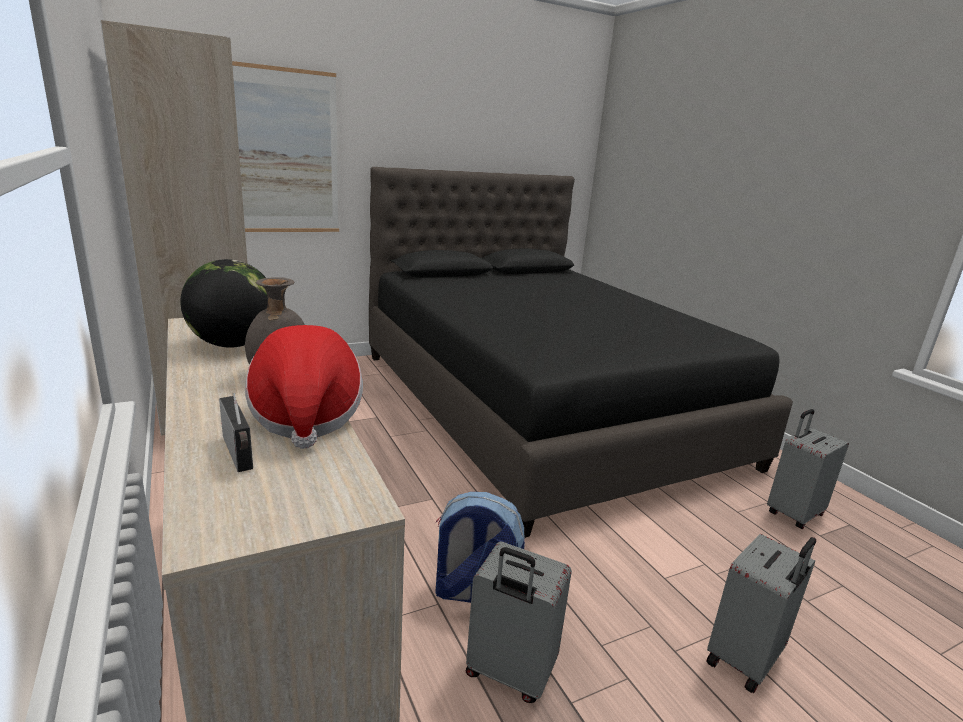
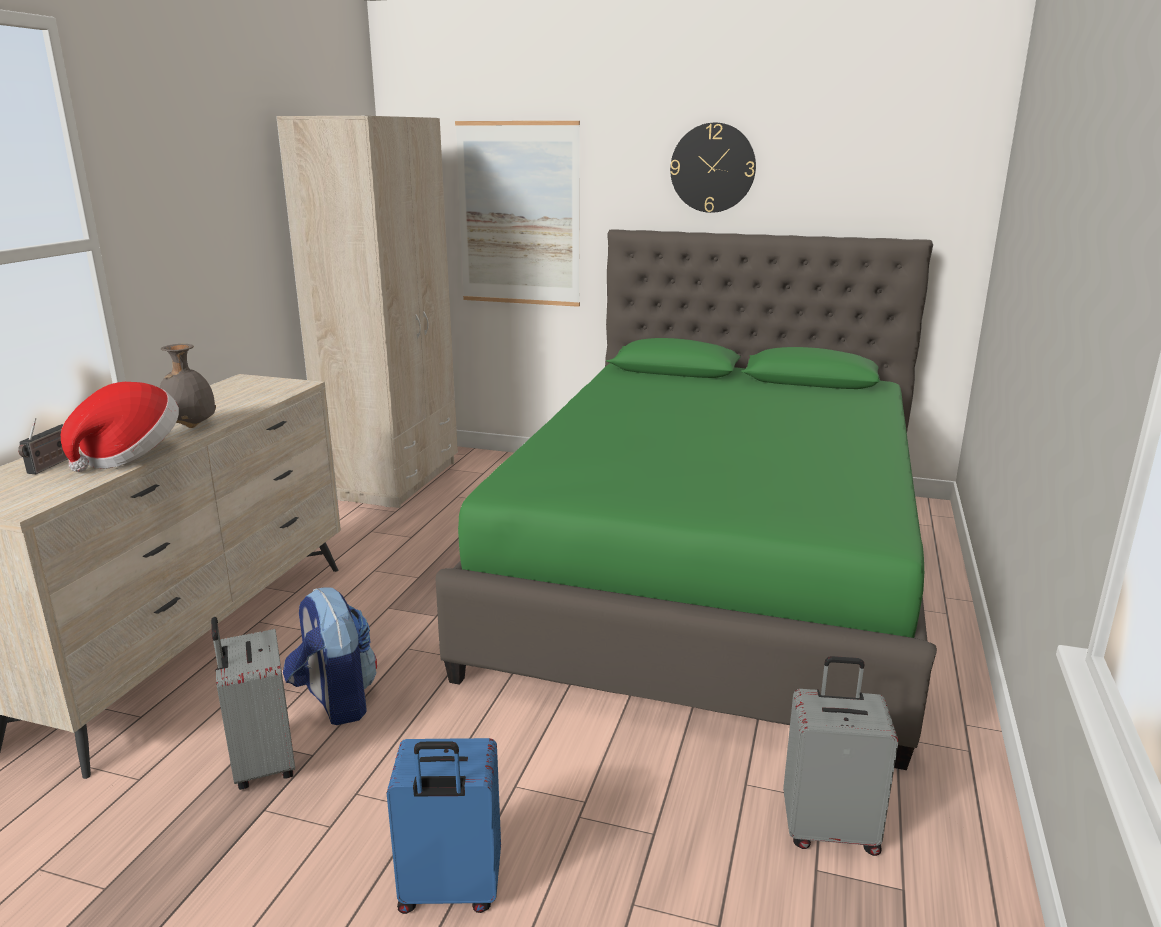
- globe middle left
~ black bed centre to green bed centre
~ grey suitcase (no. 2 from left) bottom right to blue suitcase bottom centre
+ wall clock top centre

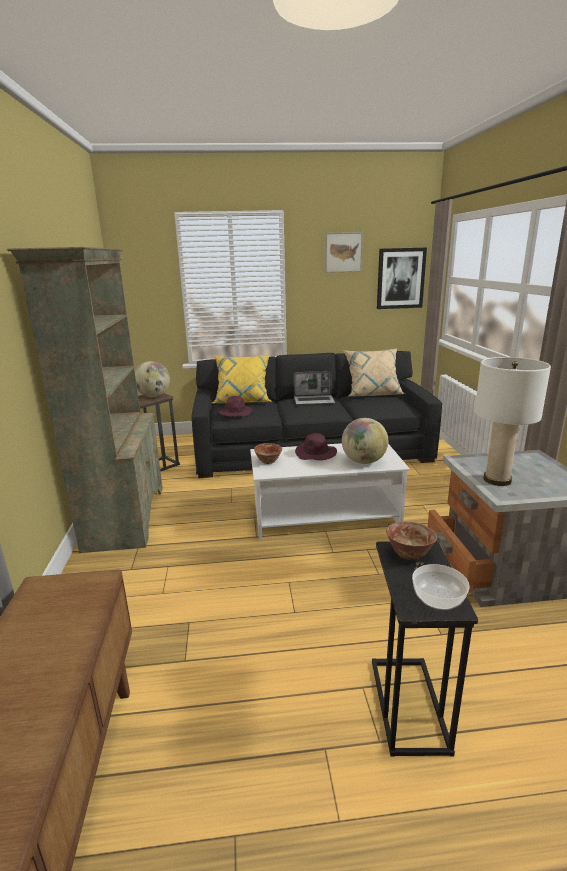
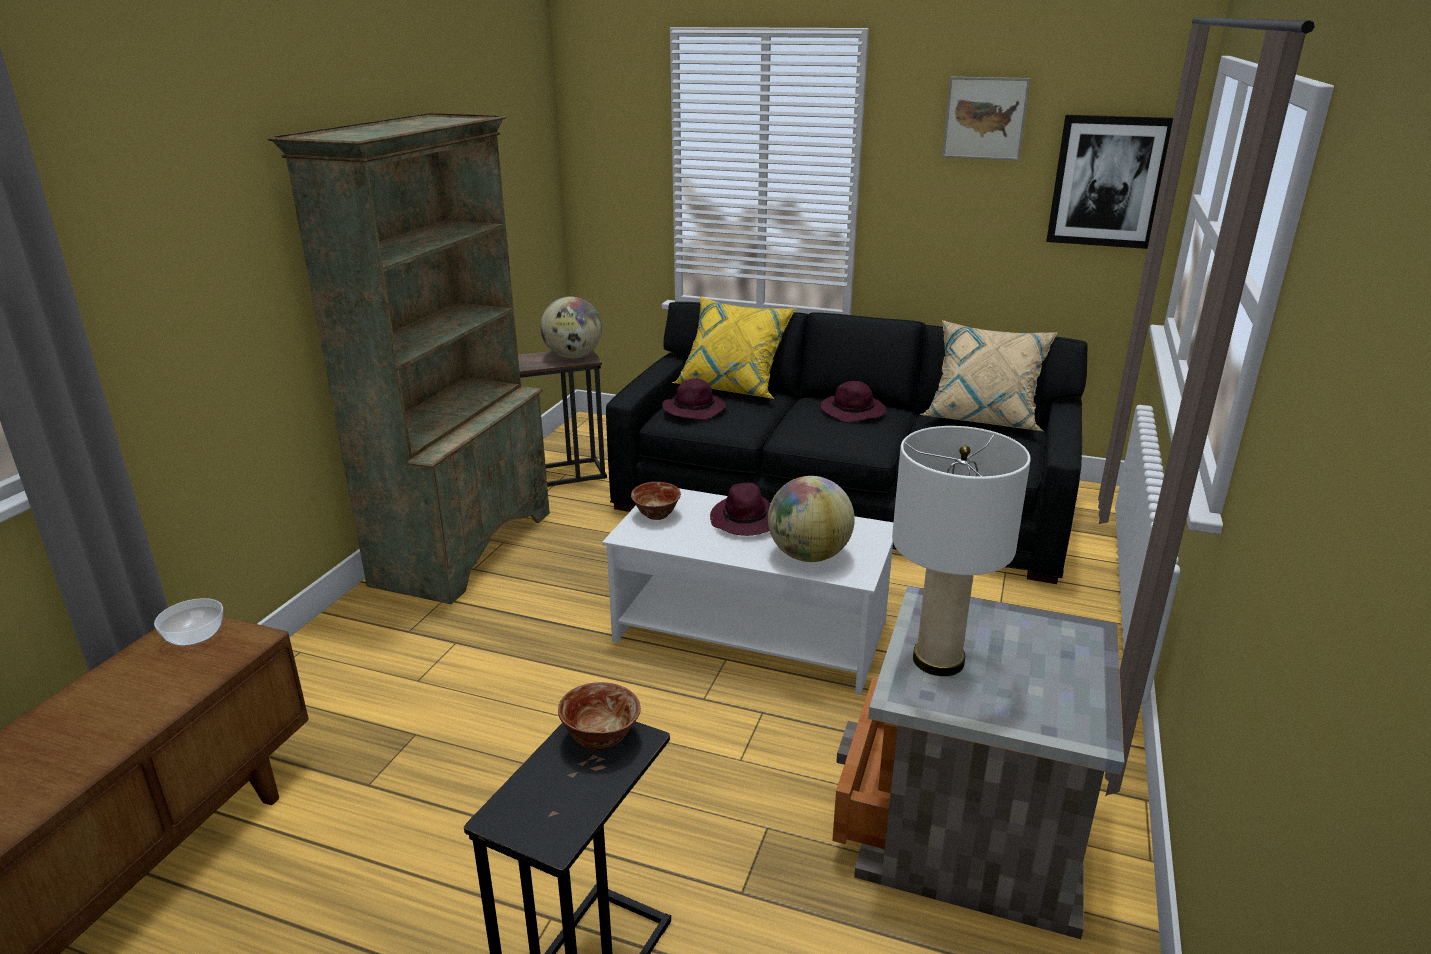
~ laptop centre to purple hat (no. 3 from left) centre
~ bowl (no. 3 from left in the first image) bottom right to bowl (no. 1 from left) middle left

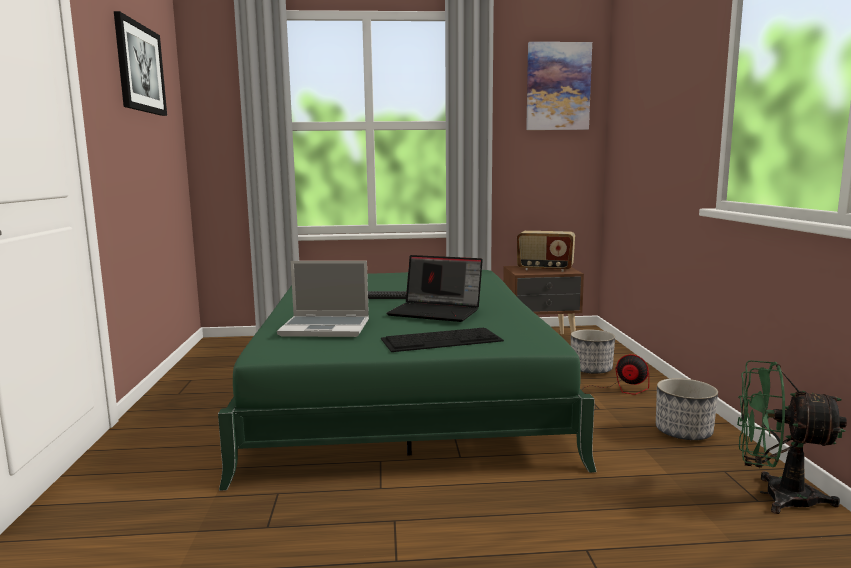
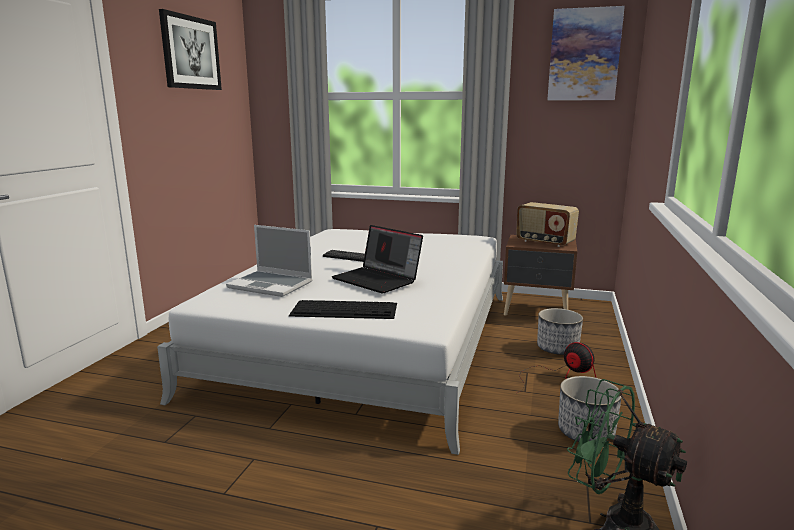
~ green bed bottom centre to white bed centre

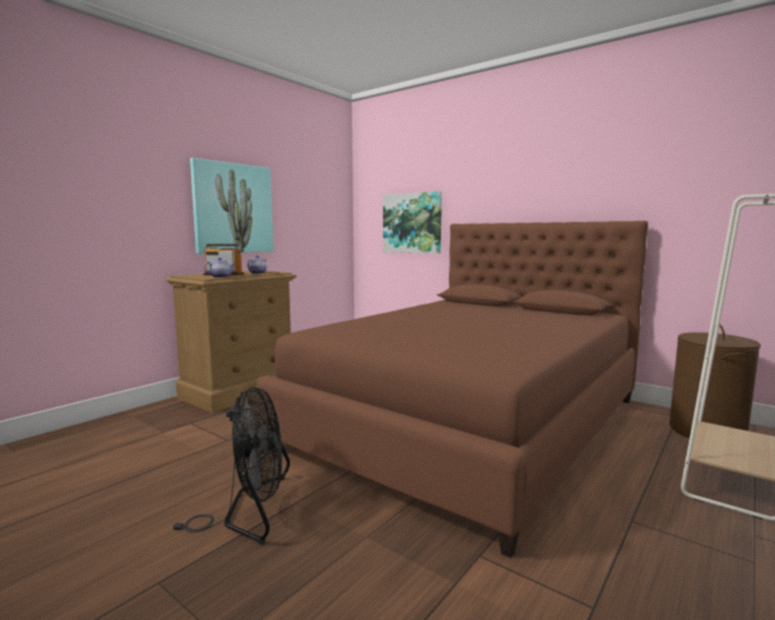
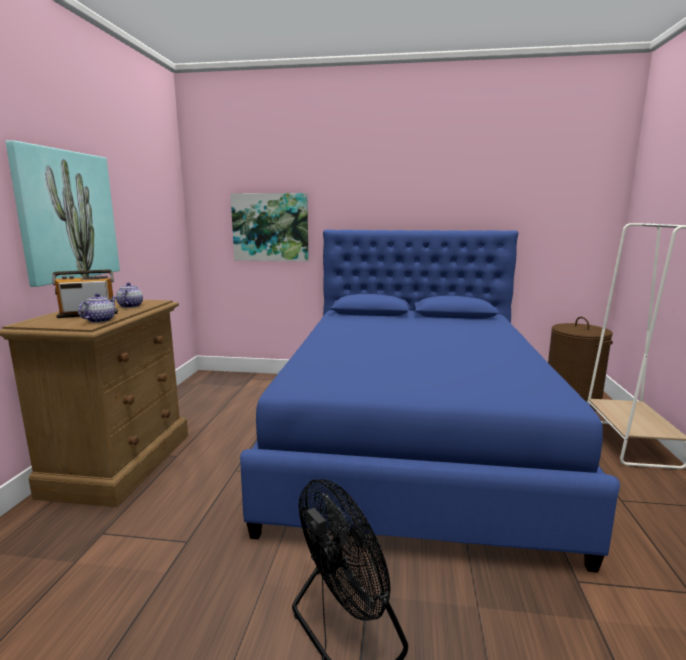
~ brown bed centre to blue bed centre

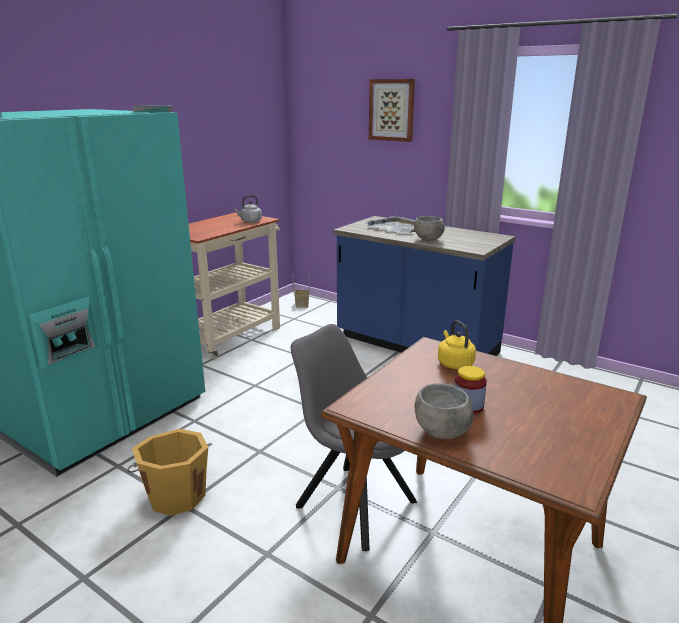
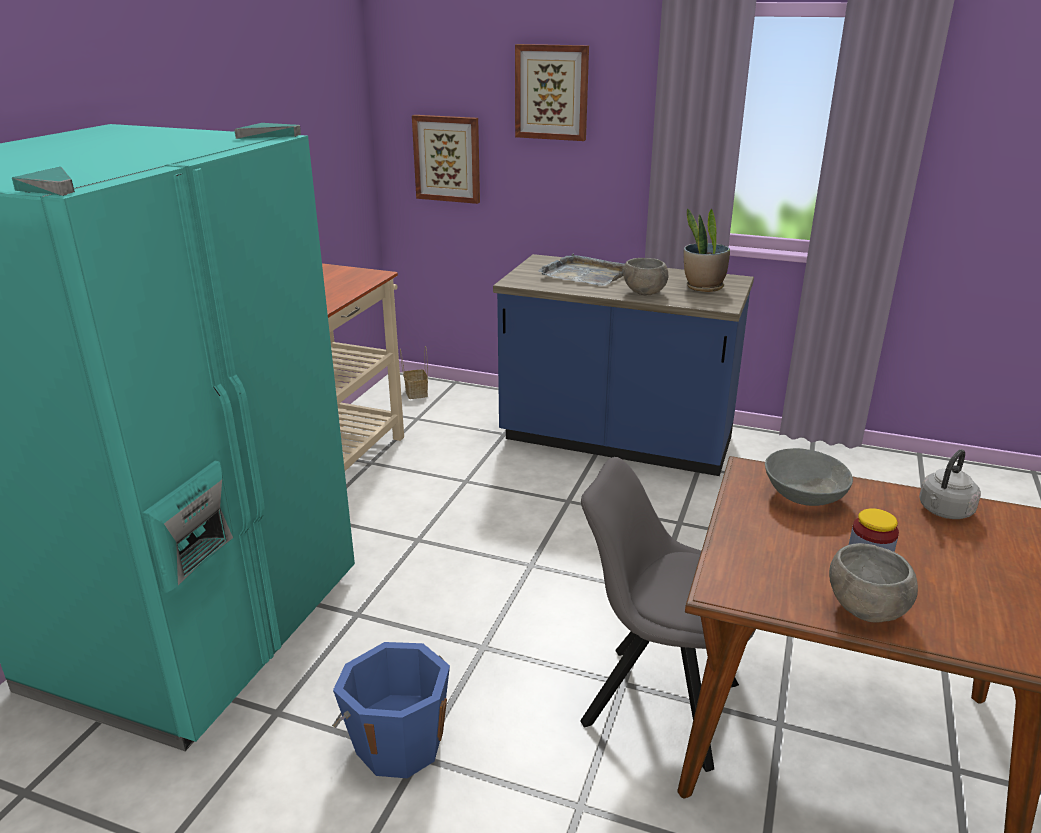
~ orange bucket bottom left to blue bucket bottom centre
~ grey kettle centre to middle right
~ yellow kettle middle right to grey bowl (no. 2 from left) middle right
+ picture (no. 1 from left) top centre
+ potted plant top right

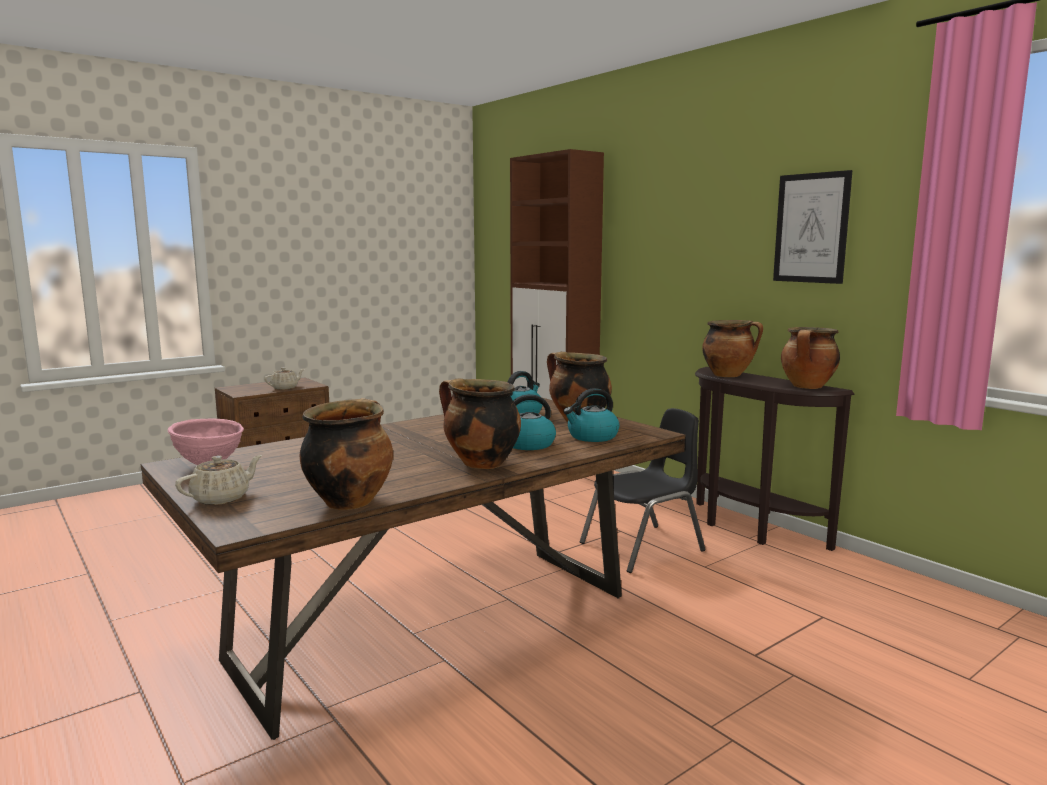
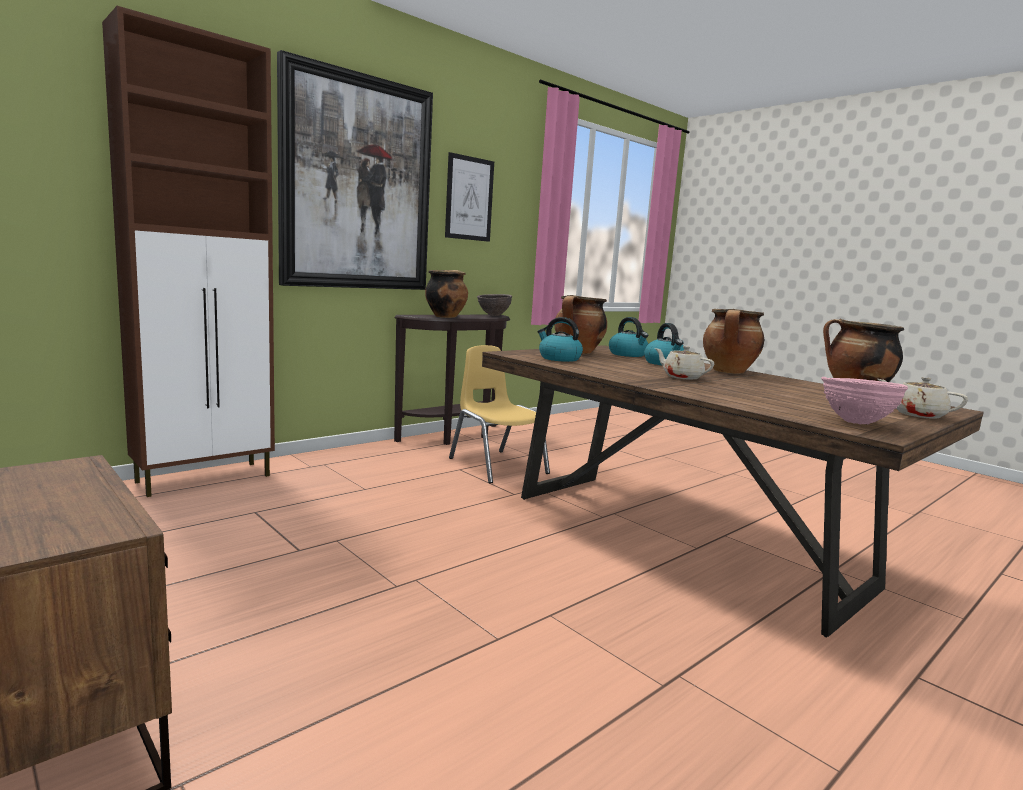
~ beige teapot (no. 2 from left in the first image) middle left to beige teapot (no. 1 from left) middle right
~ black chair centre to yellow chair centre
~ cooking pot (no. 5 from left) middle right to brown bowl centre
+ picture (no. 1 from left) top centre

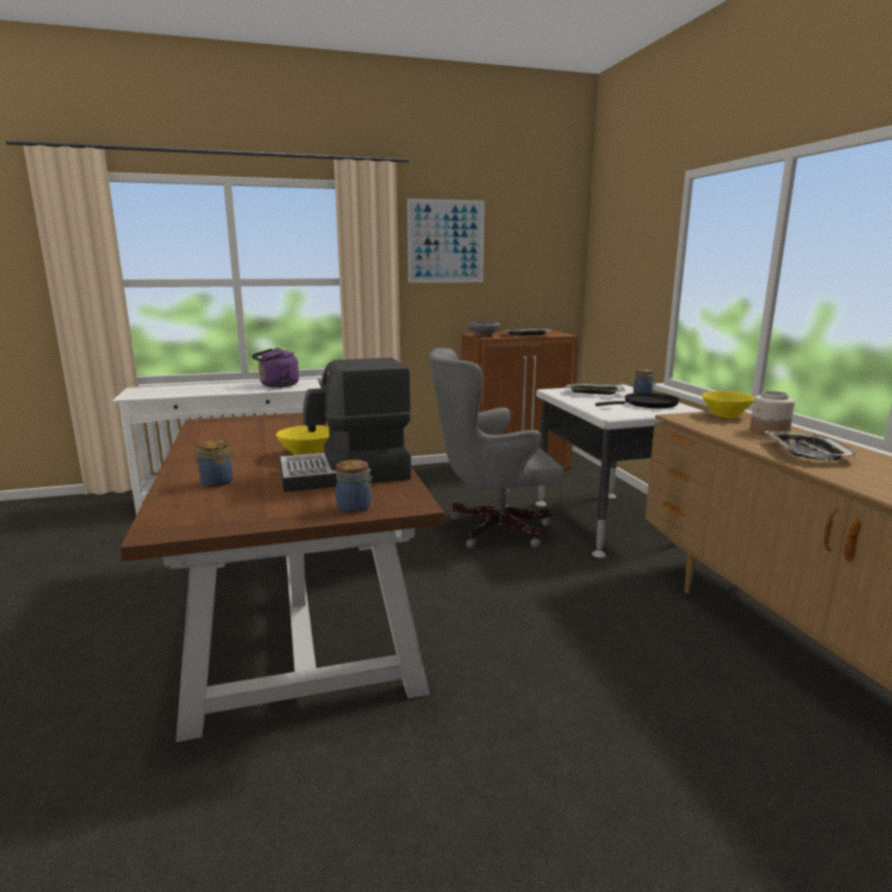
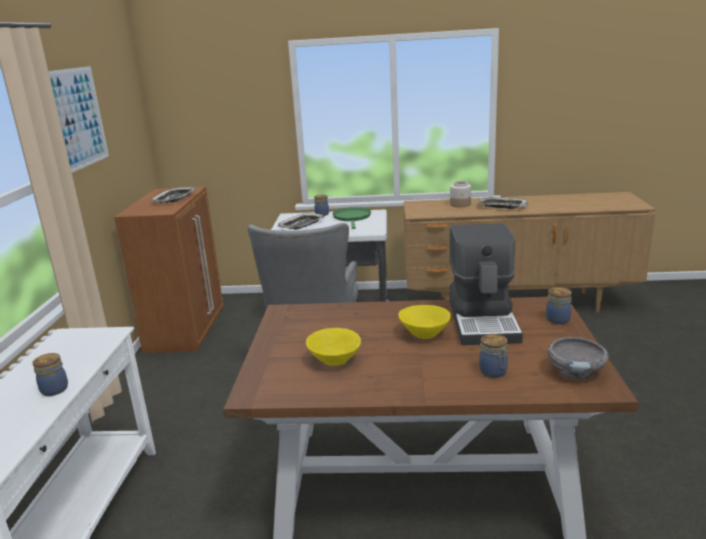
- purple kettle middle left
~ grey bowl centre to middle right
~ black frying pan middle right to green frying pan centre
~ yellow bowl (no. 2 from left in the first image) middle right to yellow bowl (no. 1 from left) centre
+ jar (no. 1 from left) bottom left

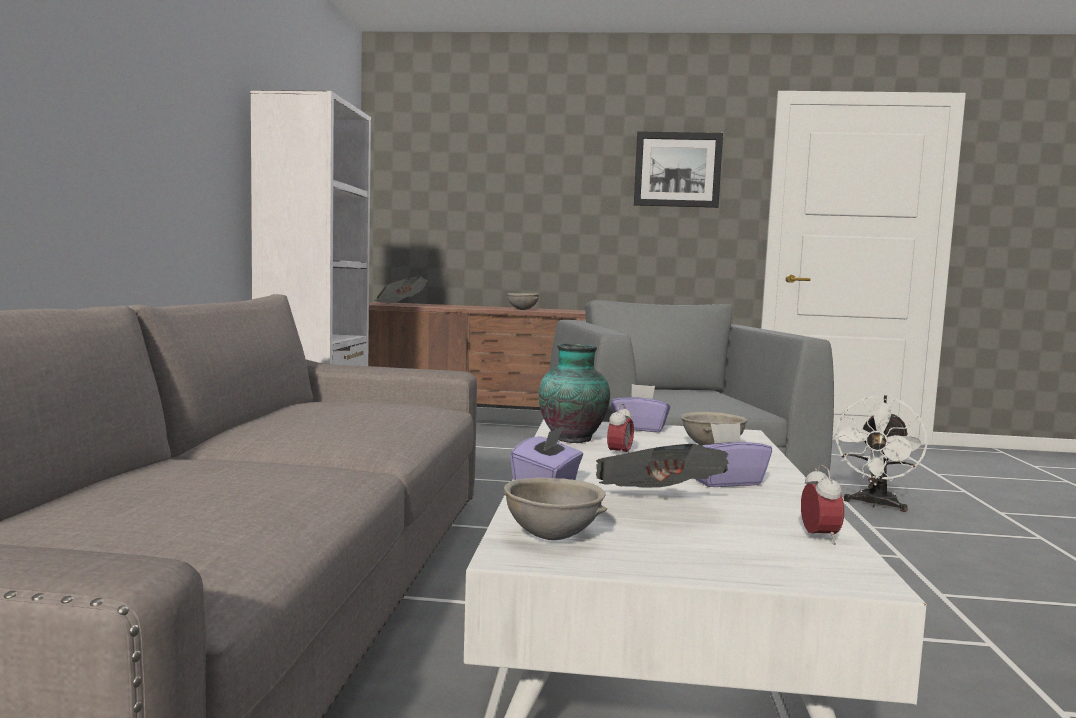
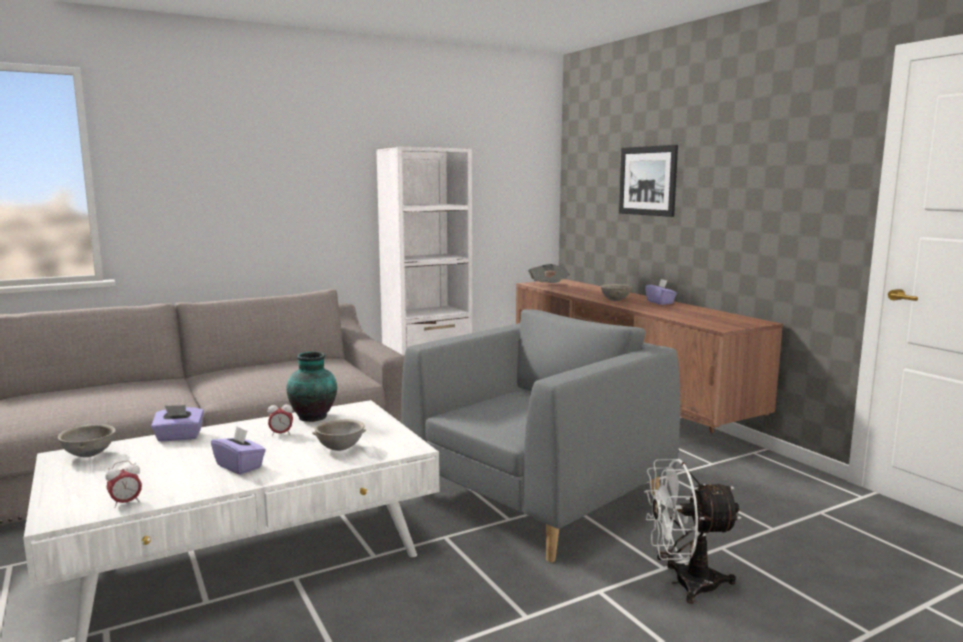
- newspaper (no. 2 from left) centre
~ purple tissue box (no. 2 from left in the first image) centre to purple tissue box (no. 3 from left) middle right
~ picture top centre to top right

